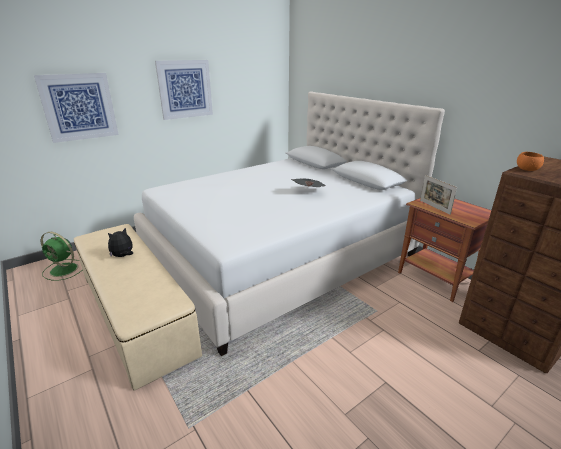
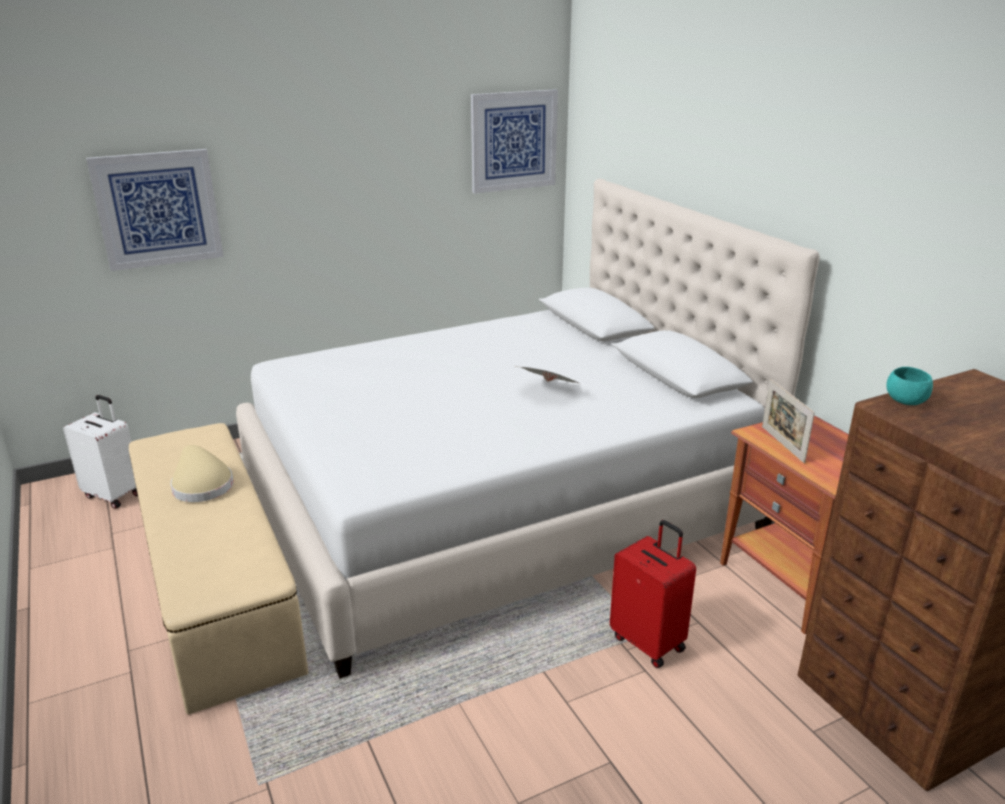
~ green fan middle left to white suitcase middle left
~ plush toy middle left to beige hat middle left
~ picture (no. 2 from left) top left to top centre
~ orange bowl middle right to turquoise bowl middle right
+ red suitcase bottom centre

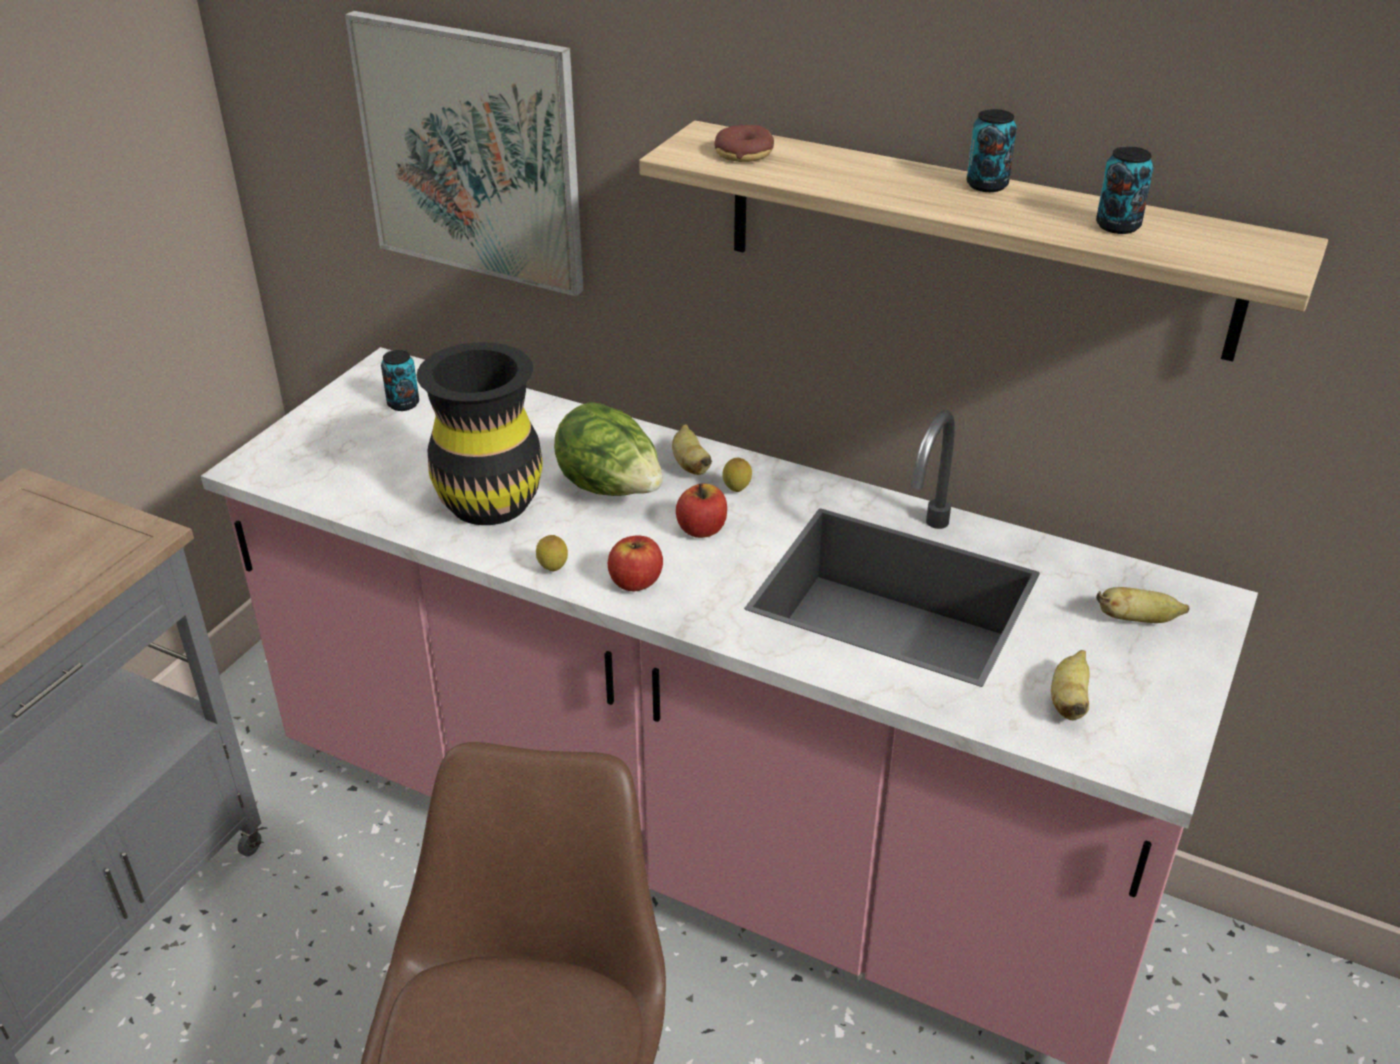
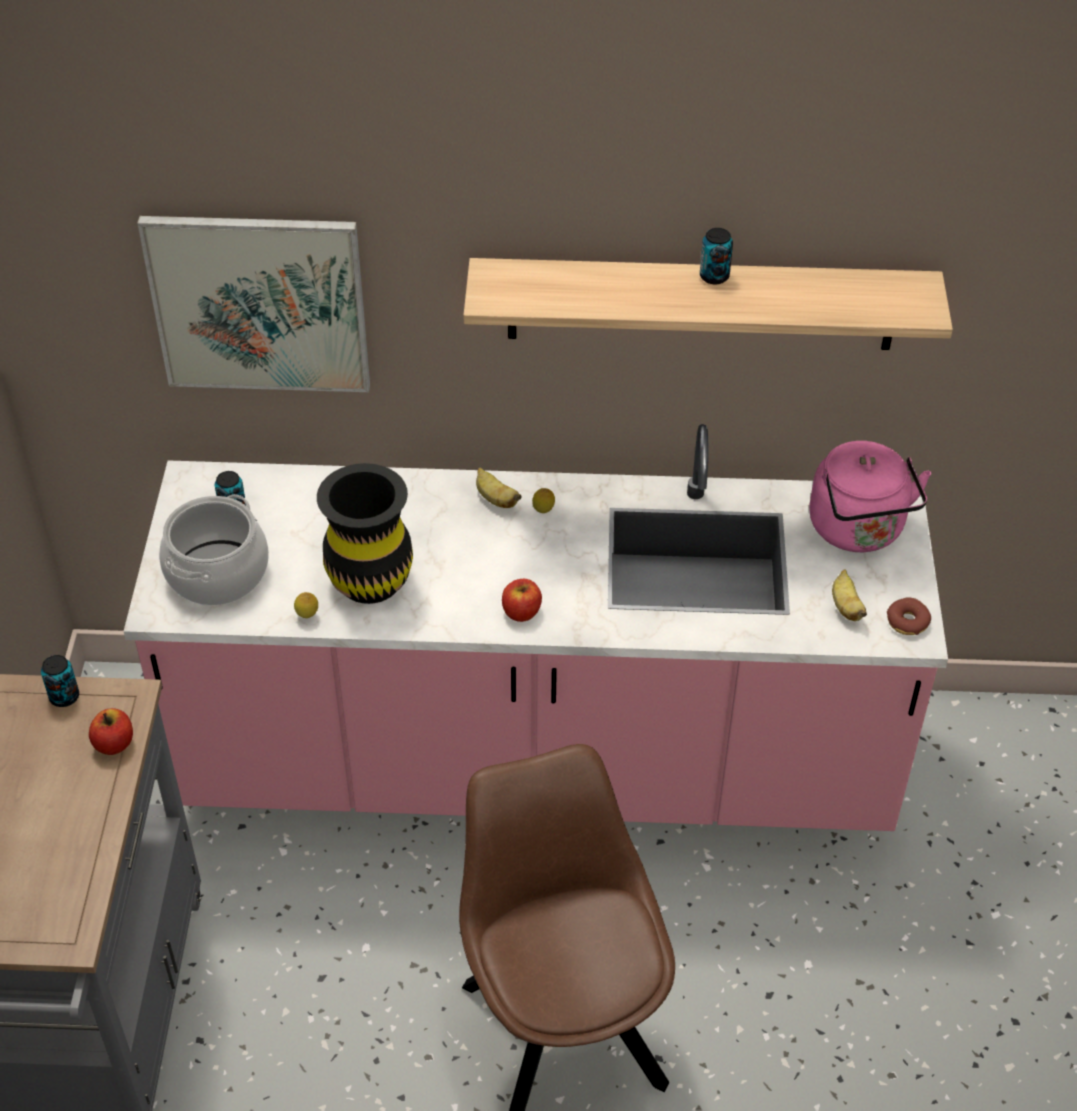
~ lemon (no. 1 from left) centre to middle left
- lettuce centre
~ apple (no. 2 from left in the first image) centre to apple (no. 1 from left) middle left
~ donut top centre to middle right
~ can (no. 3 from left in the first image) top right to can (no. 1 from left) middle left
~ banana (no. 3 from left) middle right to pink kettle middle right
+ cooking pot middle left

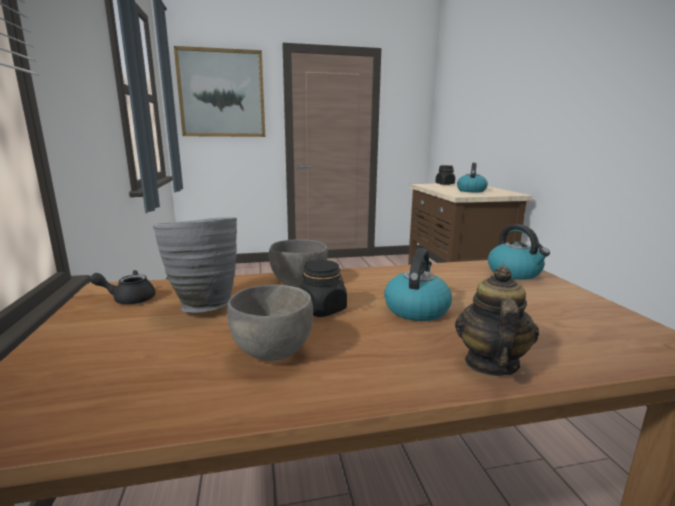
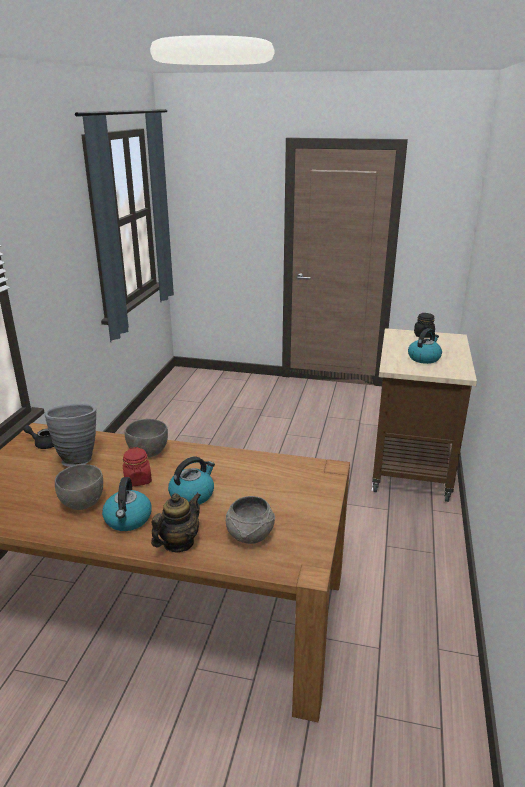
- picture top left
~ black jar (no. 1 from left) centre to red jar middle left
~ kettle (no. 3 from left in the first image) middle right to kettle (no. 1 from left) middle left
+ grey bowl (no. 3 from left) centre

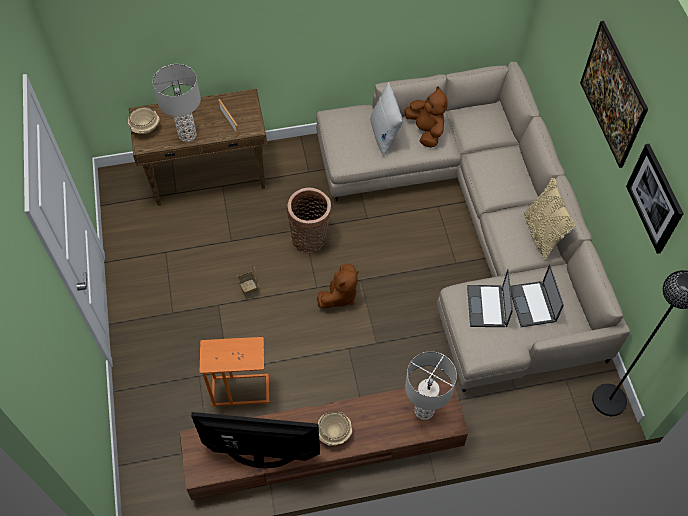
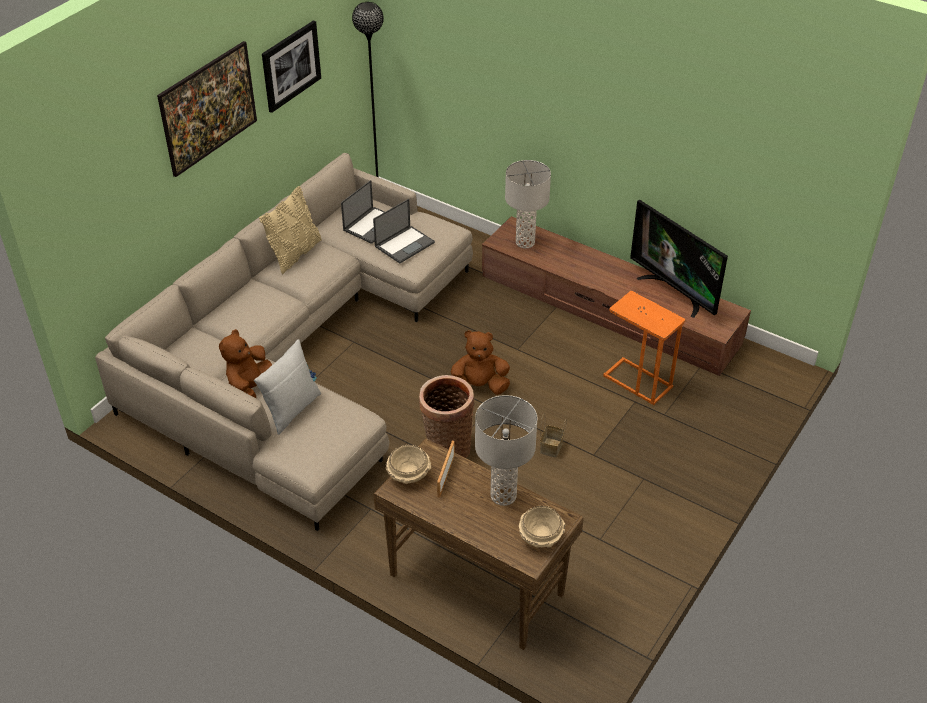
~ beige bowl (no. 2 from left in the first image) bottom centre to beige bowl (no. 1 from left) centre

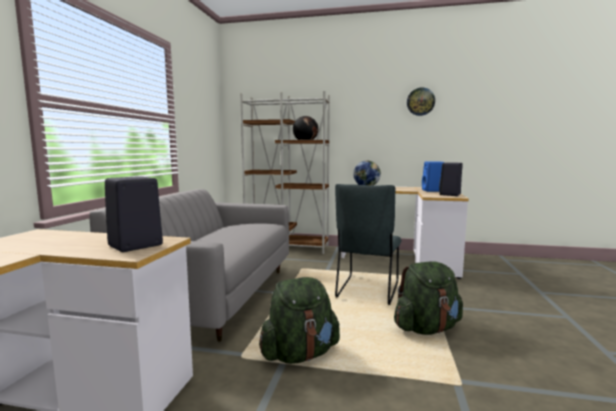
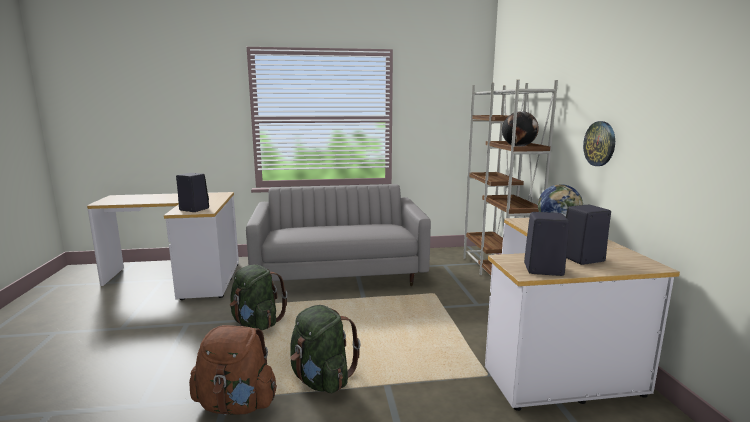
- grey chair centre
~ wall clock top right to middle right
~ blue speaker middle right to black speaker (no. 3 from left) middle right
+ brown backpack bottom left

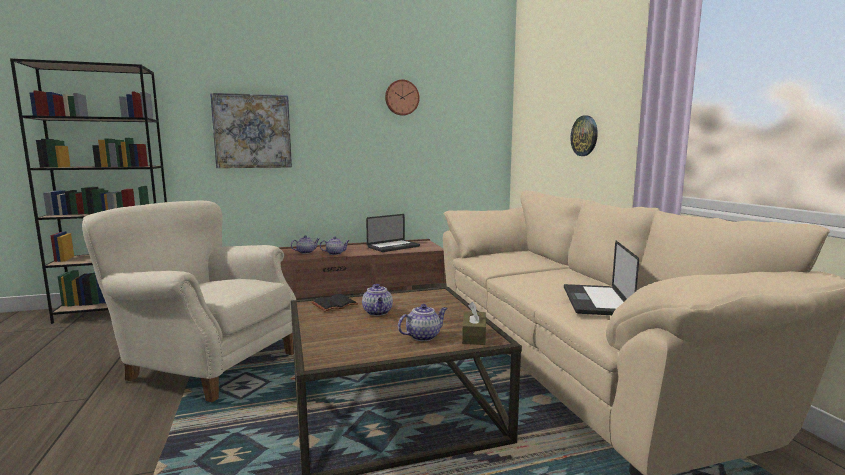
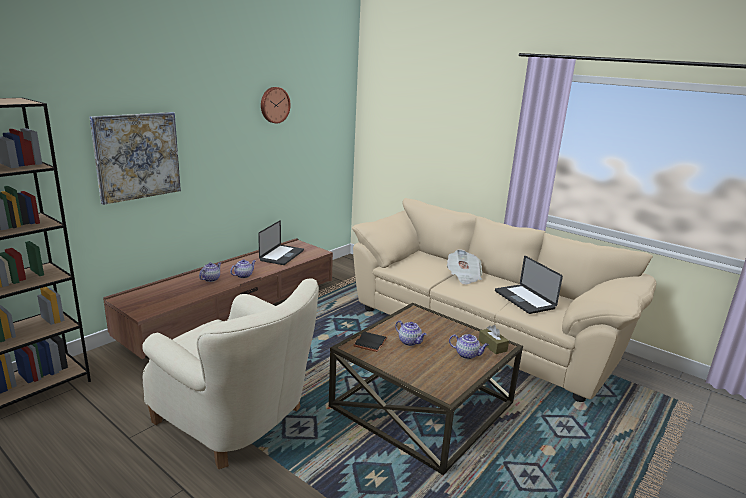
~ beige armchair middle left = bottom left 135 degrees counterclockwise
~ teapot (no. 4 from left) bottom centre = bottom centre 90 degrees clockwise
- wall clock (no. 2 from left) top right
+ newspaper centre

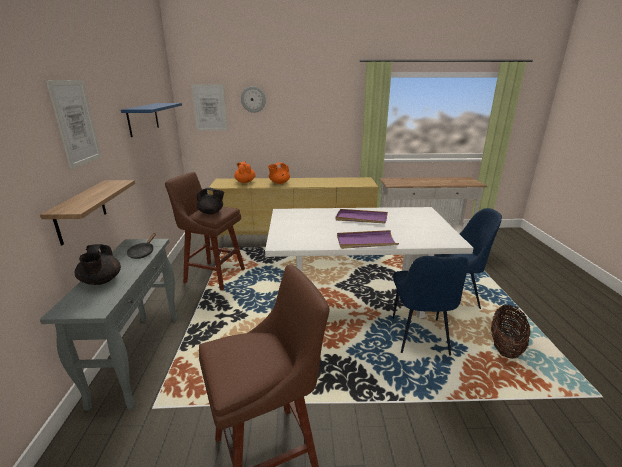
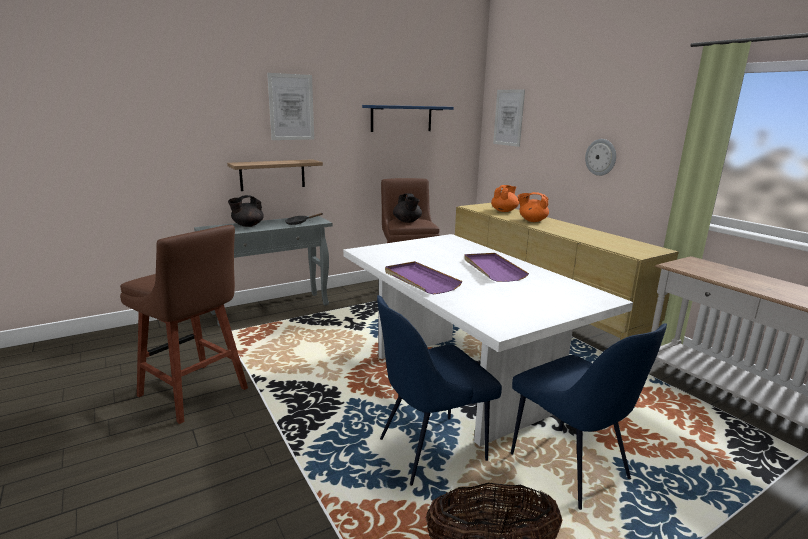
~ wall clock top centre to top right

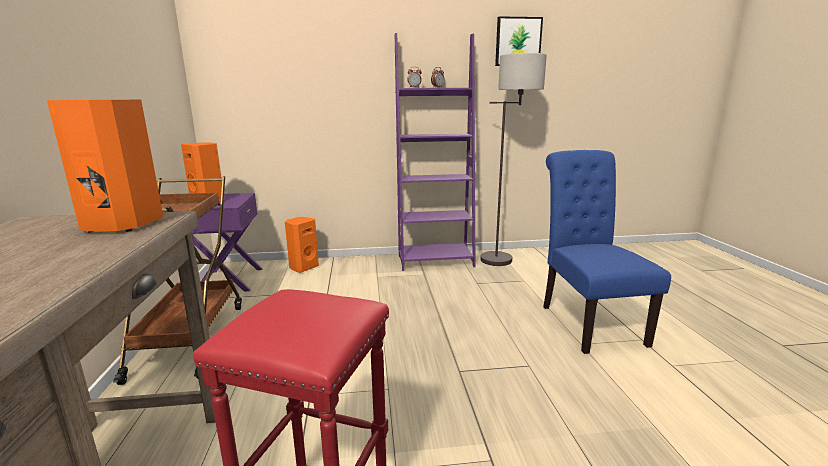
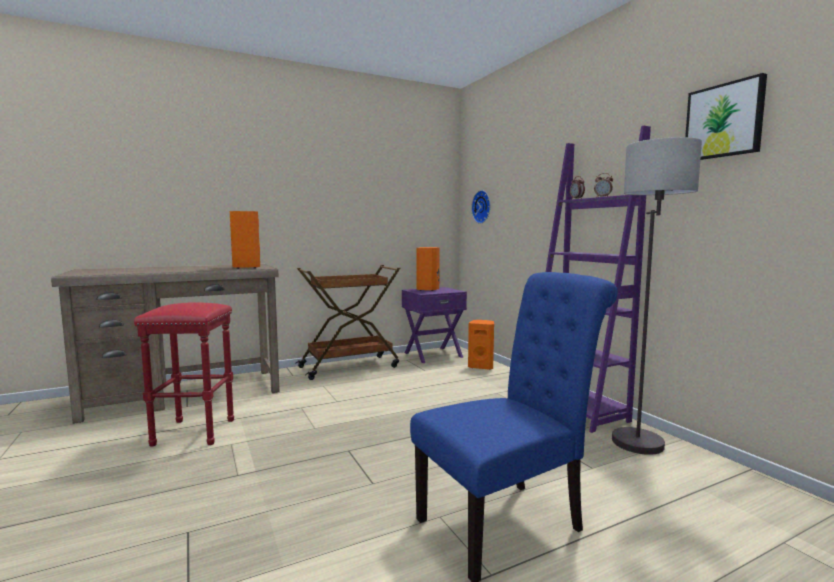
+ wall clock centre

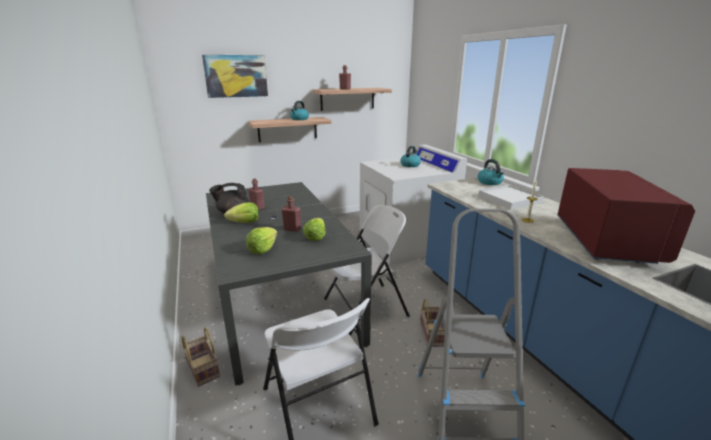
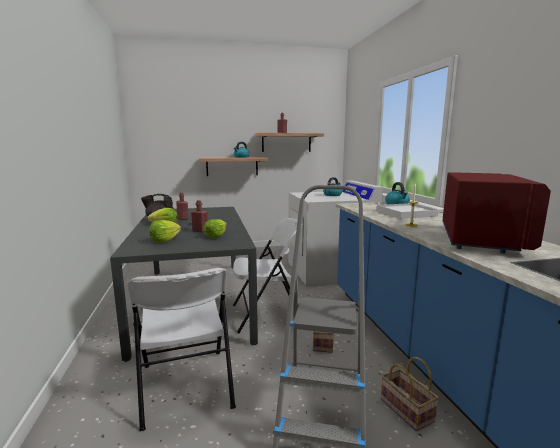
~ basket (no. 1 from left in the first image) bottom left to basket (no. 2 from left) bottom right
- picture top left

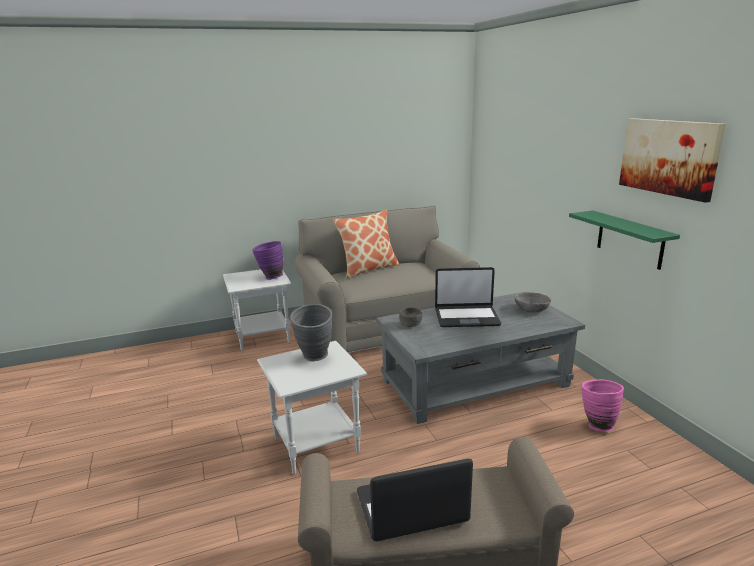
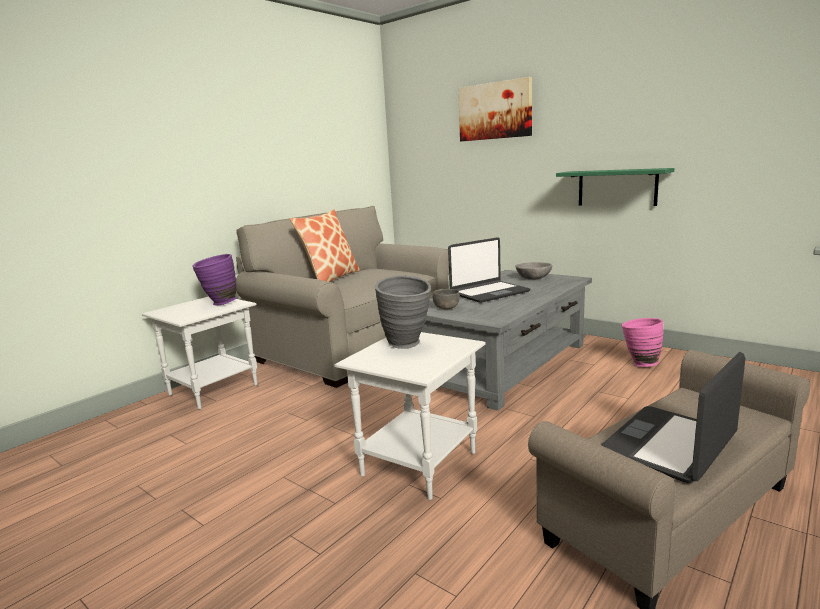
~ picture top right to top centre

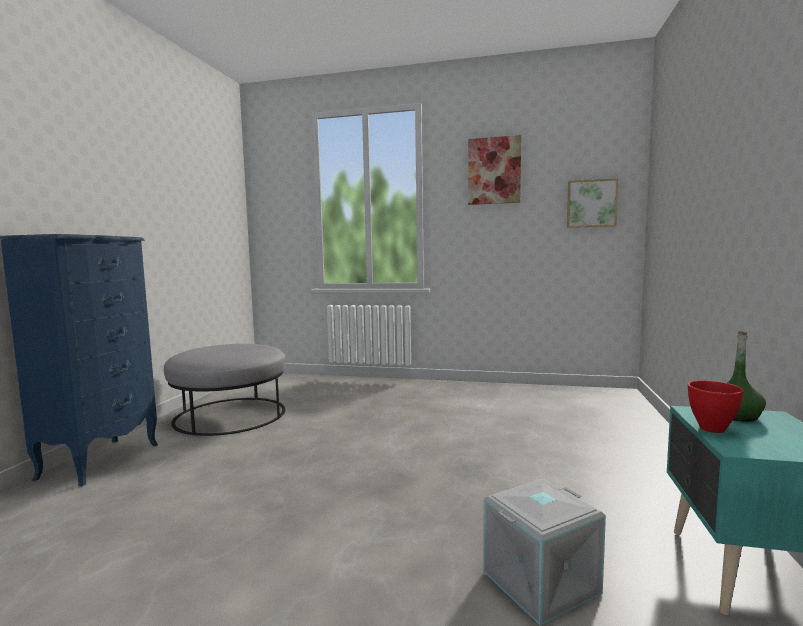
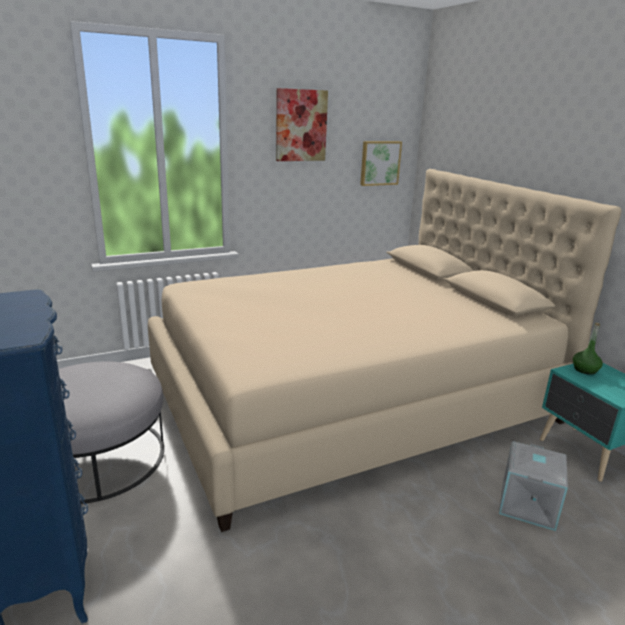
- red bowl middle right
+ beige bed centre

